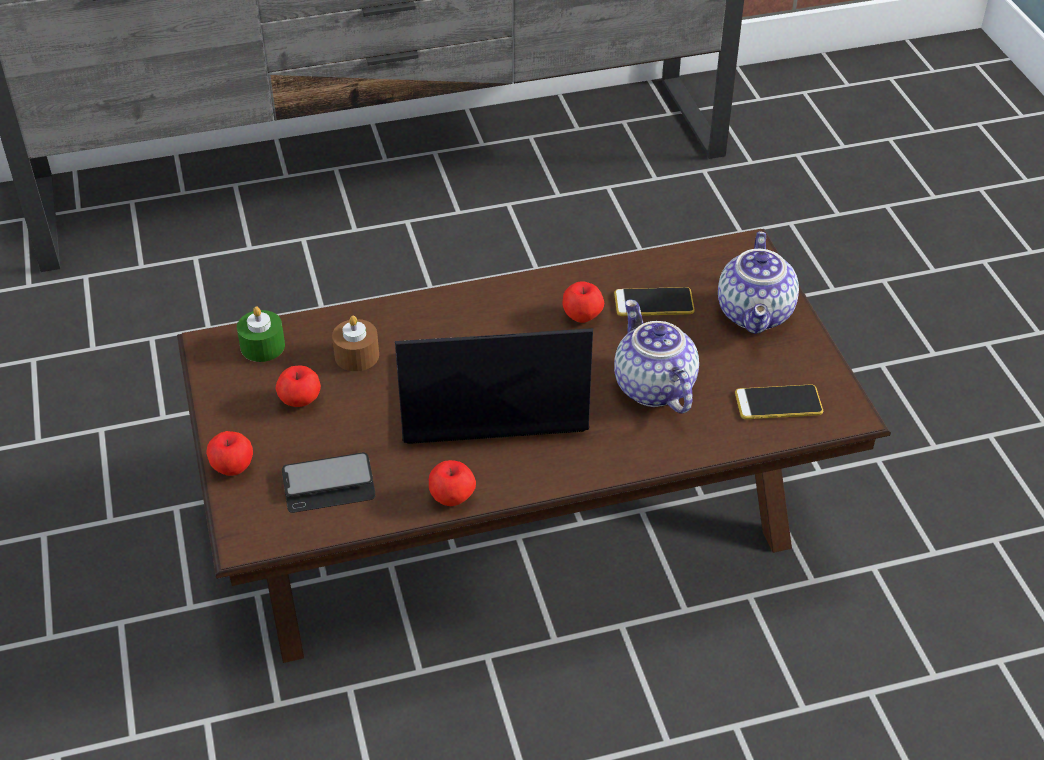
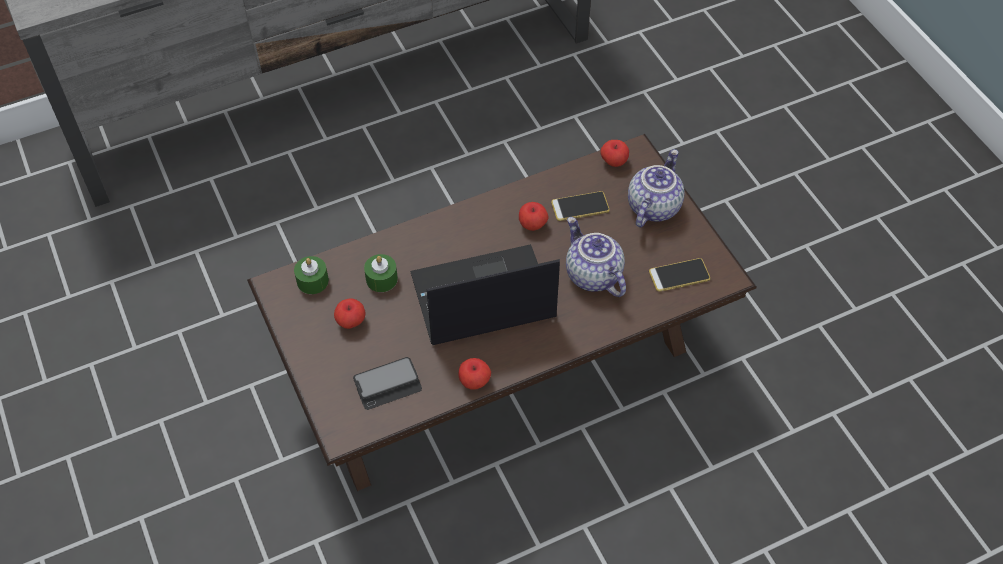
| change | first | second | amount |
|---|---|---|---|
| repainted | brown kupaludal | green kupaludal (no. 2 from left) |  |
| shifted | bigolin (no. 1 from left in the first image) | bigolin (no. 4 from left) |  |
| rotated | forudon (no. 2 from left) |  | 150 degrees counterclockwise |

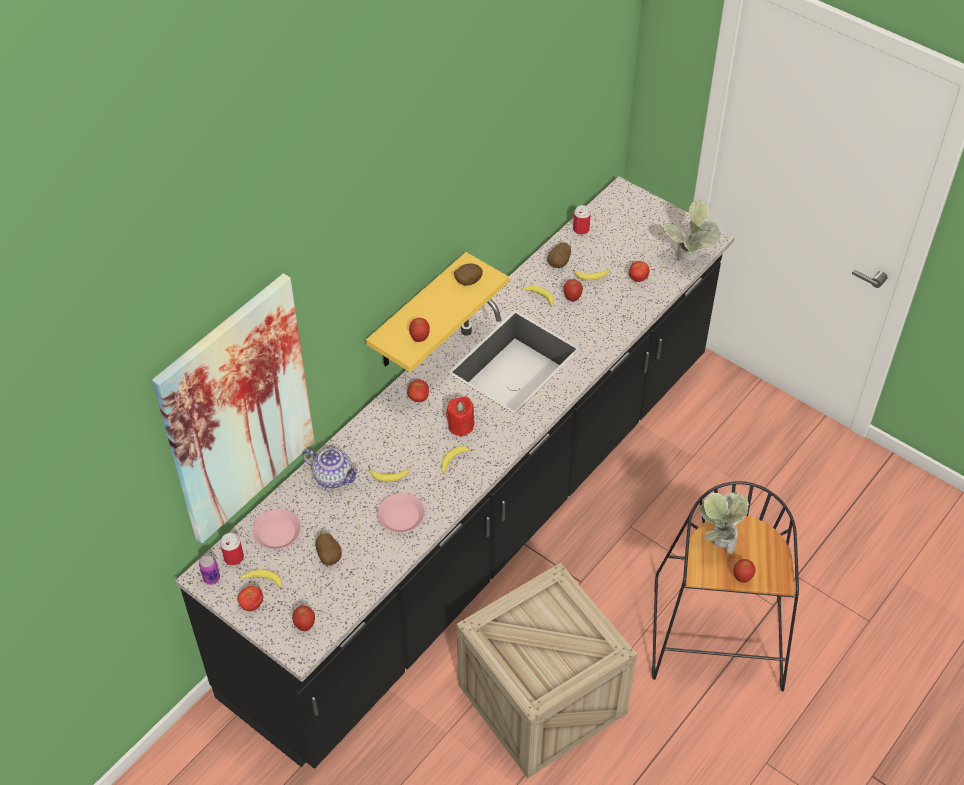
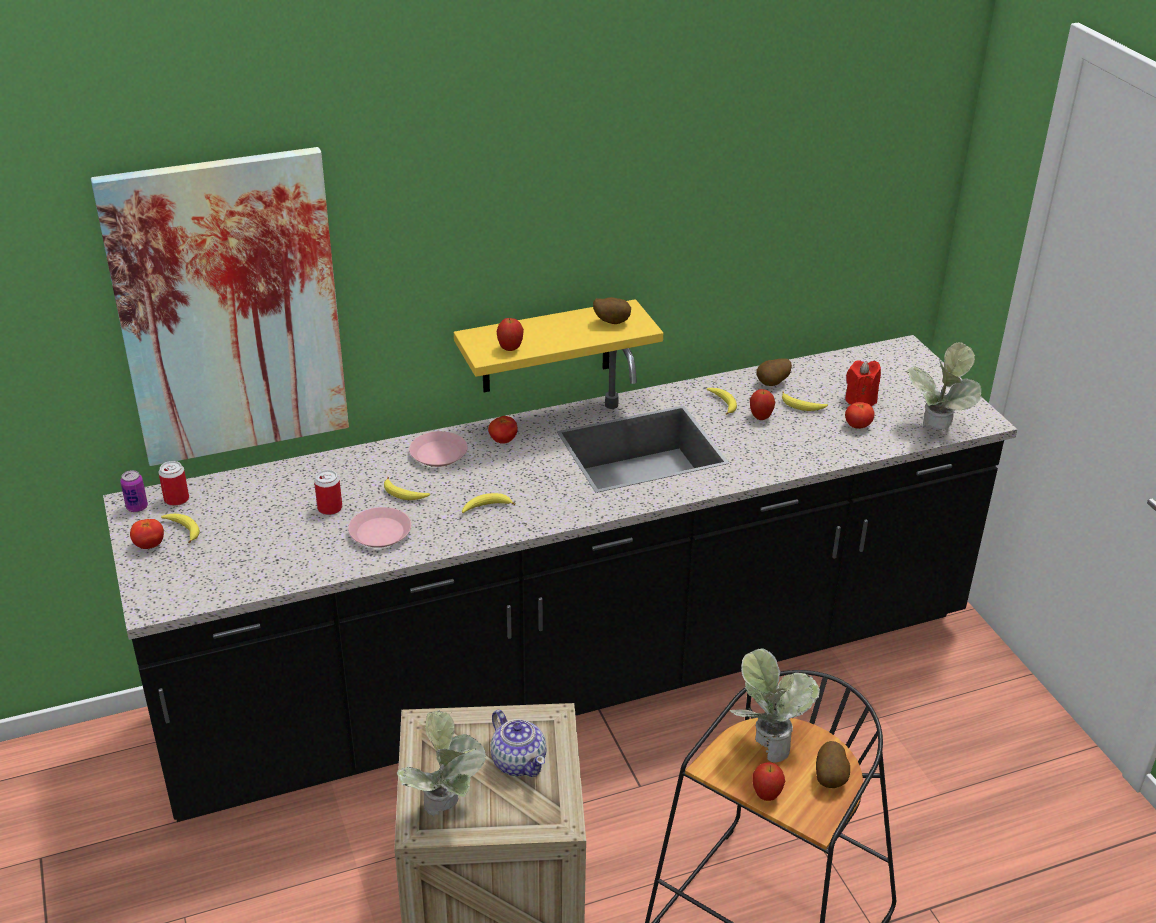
| change | first | second | amount |
|---|---|---|---|
| shifted | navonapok (no. 3 from left) |  |  |
| new |  | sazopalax (no. 1 from left) |  |
| shifted | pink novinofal (no. 1 from left in the first image) | pink novinofal (no. 2 from left) |  |
| shifted | forudon |  |  |
| shifted | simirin (no. 1 from left in the first image) | simirin (no. 3 from left) |  |
| shifted | red kupaludal |  |  |
| gone | bigolin (no. 1 from left) |  |  |

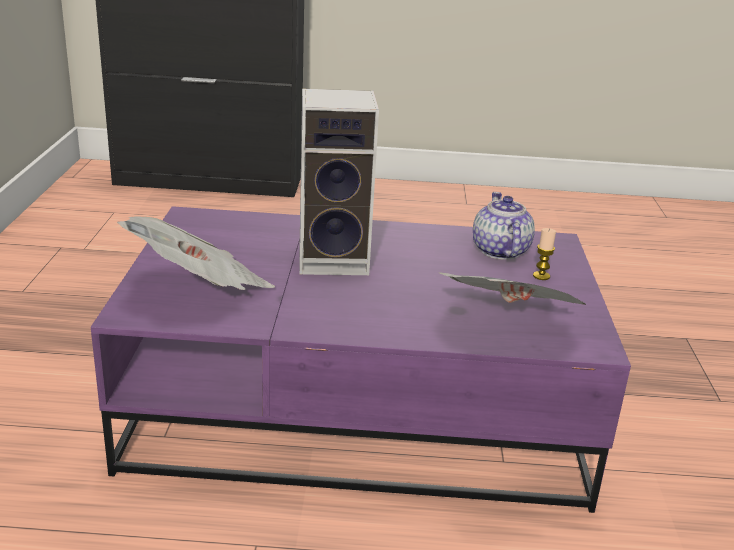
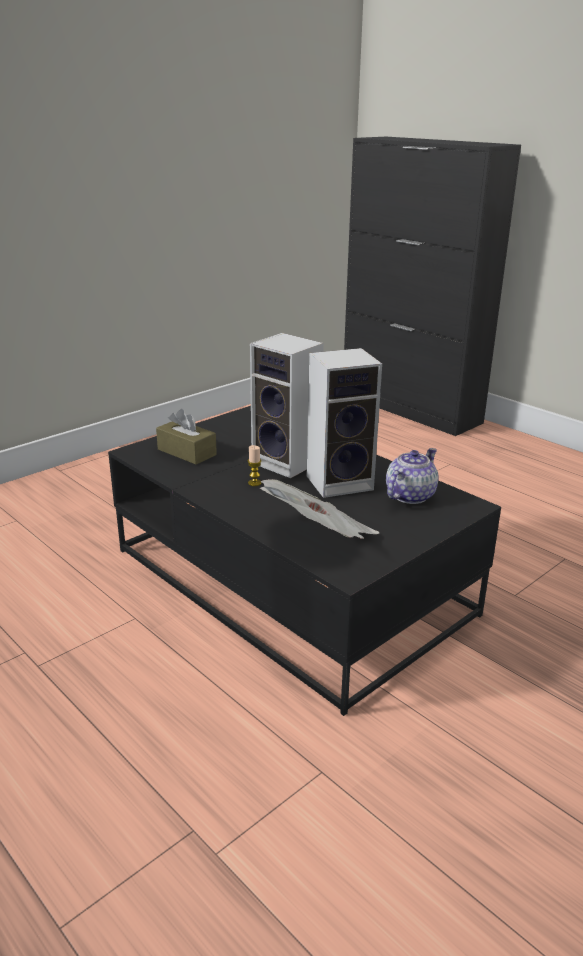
| change | first | second | amount |
|---|---|---|---|
| repainted | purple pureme | black pureme |  |
| swapped | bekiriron (no. 1 from left) | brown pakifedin |  |
| shifted | kupaludal |  |  |
| new |  | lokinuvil (no. 2 from left) |  |

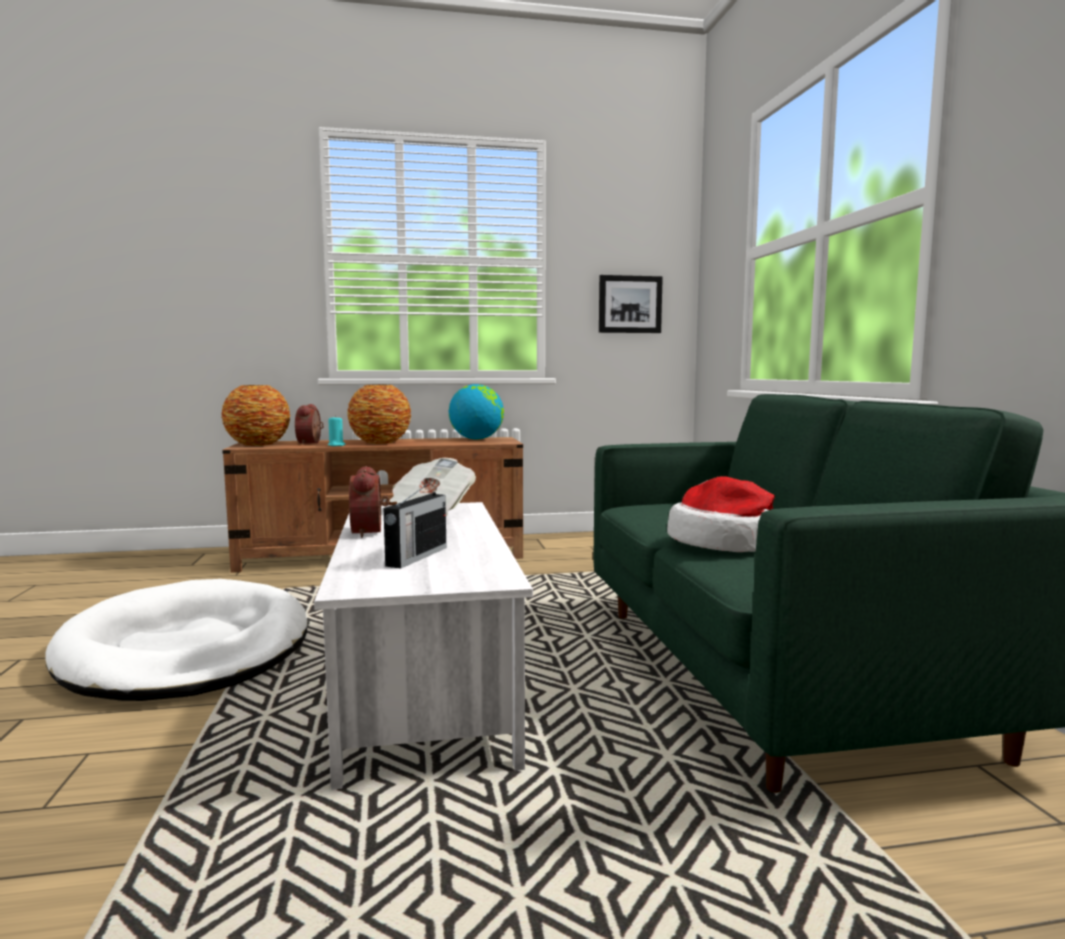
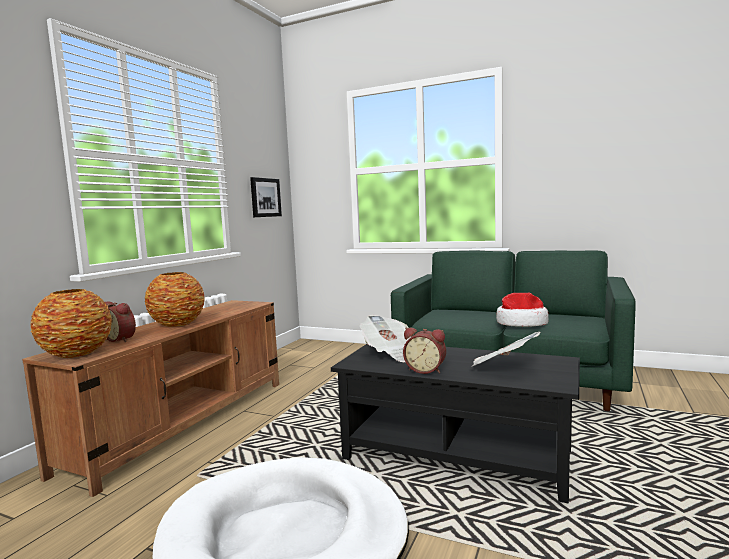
| change | first | second | amount |
|---|---|---|---|
| repainted | white pureme | black pureme |  |
| swapped | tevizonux | bekiriron (no. 2 from left) |  |
| gone | turquoise kupaludal |  |  |
| gone | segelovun |  |  |

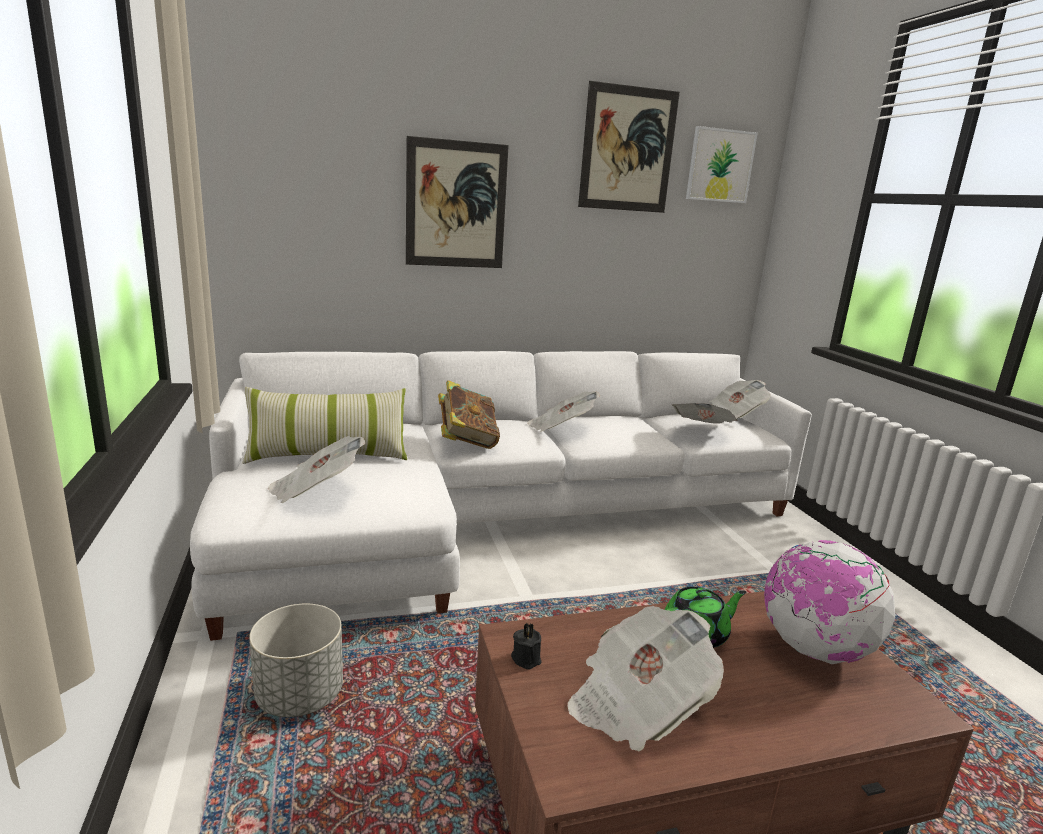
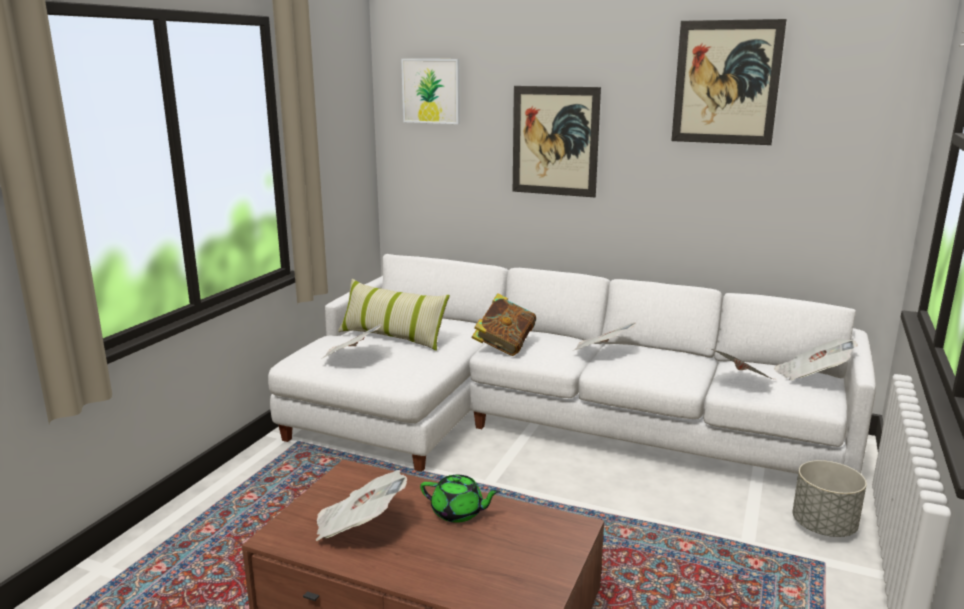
| change | first | second | amount |
|---|---|---|---|
| shifted | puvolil (no. 3 from left in the first image) | puvolil (no. 1 from left) |  |
| shifted | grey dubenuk |  |  |
| gone | black kupaludal |  |  |
| gone | segelovun |  |  |

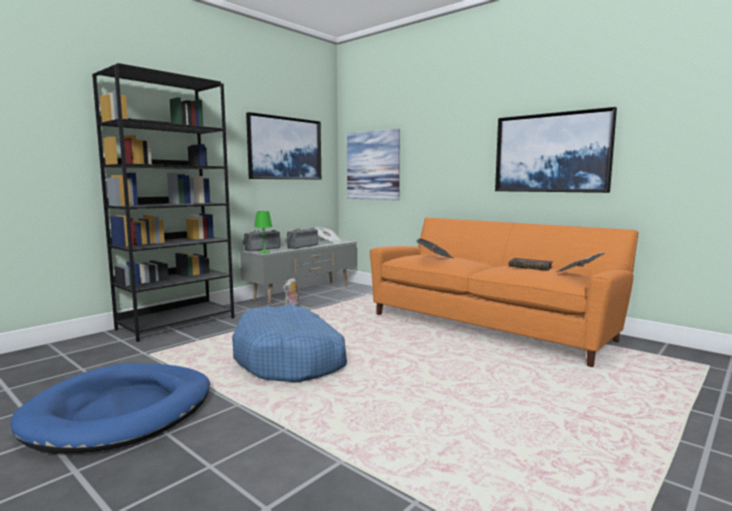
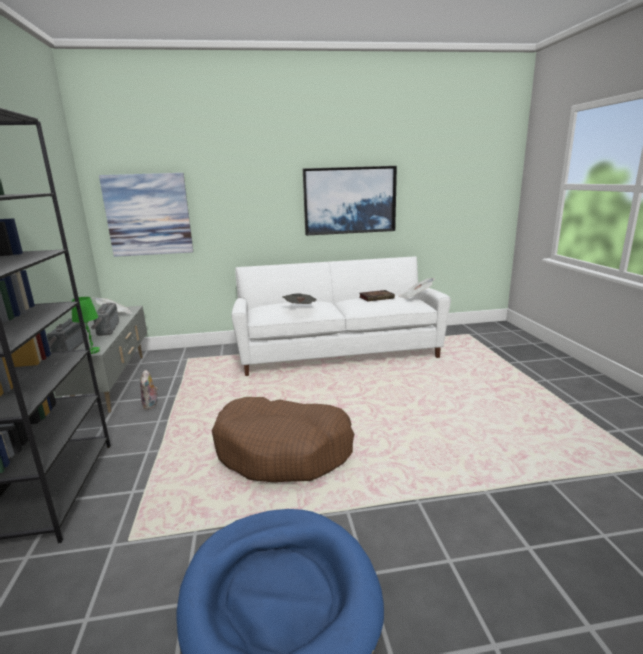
| change | first | second | amount |
|---|---|---|---|
| repainted | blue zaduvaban (no. 2 from left) | brown zaduvaban |  |
| repainted | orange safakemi | white safakemi |  |
| gone | puvolil (no. 1 from left) |  |  |

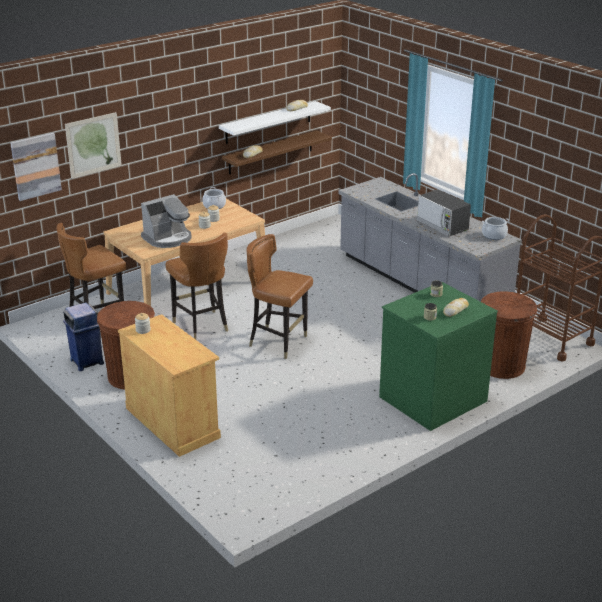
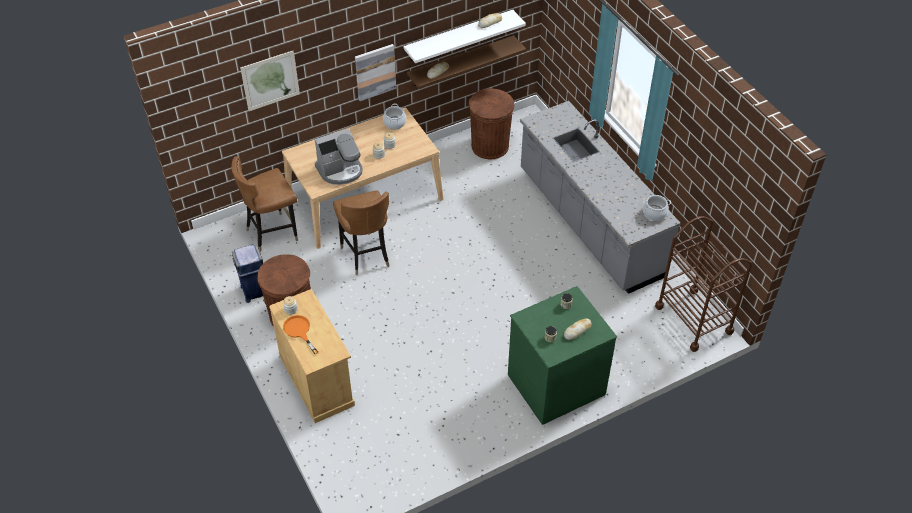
| change | first | second | amount |
|---|---|---|---|
| new |  | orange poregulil |  |
| shifted | puvolil (no. 1 from left in the first image) | puvolil (no. 2 from left) |  |
| shifted | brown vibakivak (no. 2 from left) |  |  |
| gone | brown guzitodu (no. 3 from left) |  |  |
| gone | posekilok |  |  |

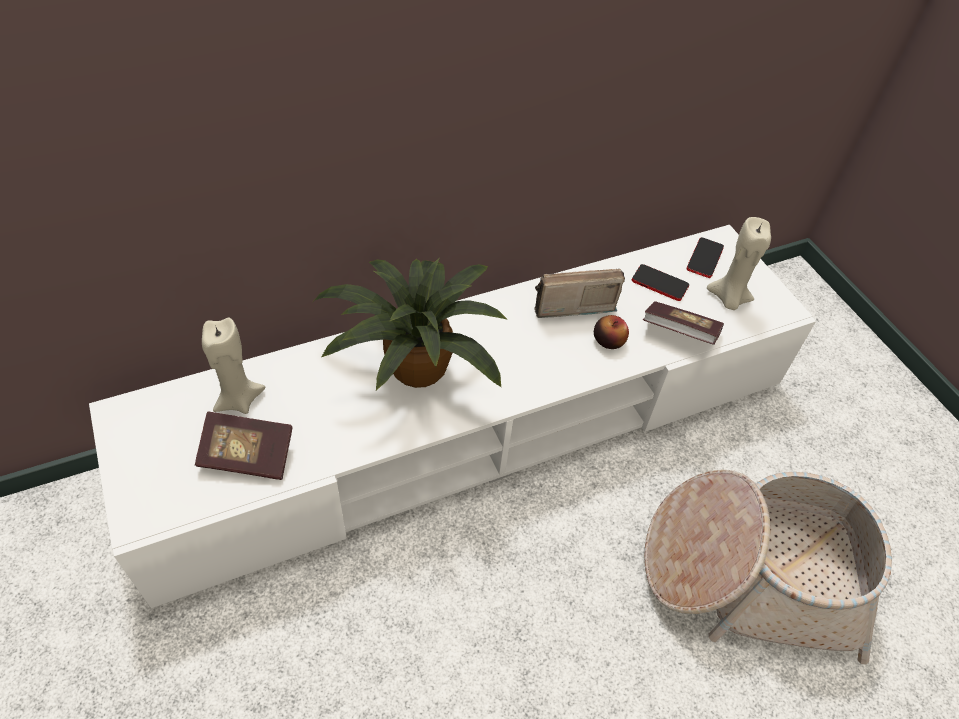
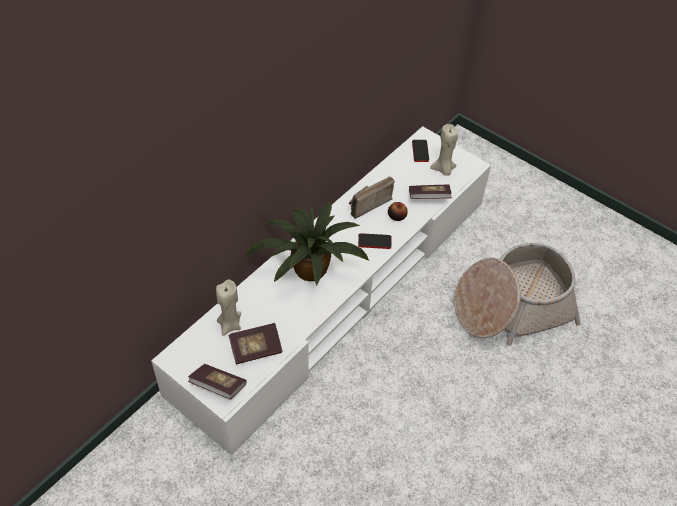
| change | first | second | amount |
|---|---|---|---|
| new |  | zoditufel (no. 1 from left) |  |
| shifted | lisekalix (no. 1 from left) |  |  |

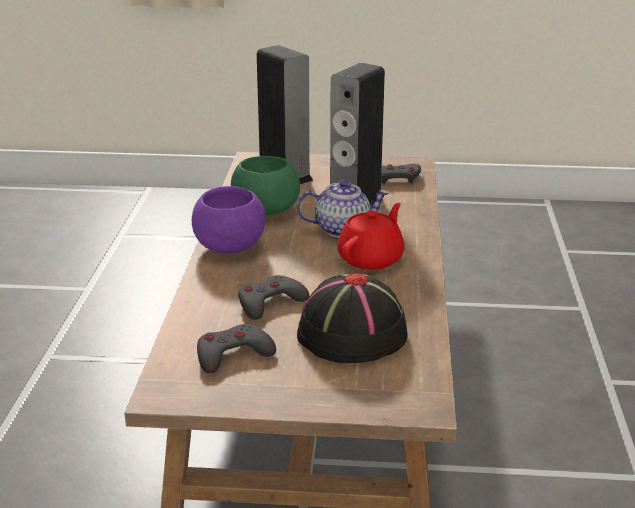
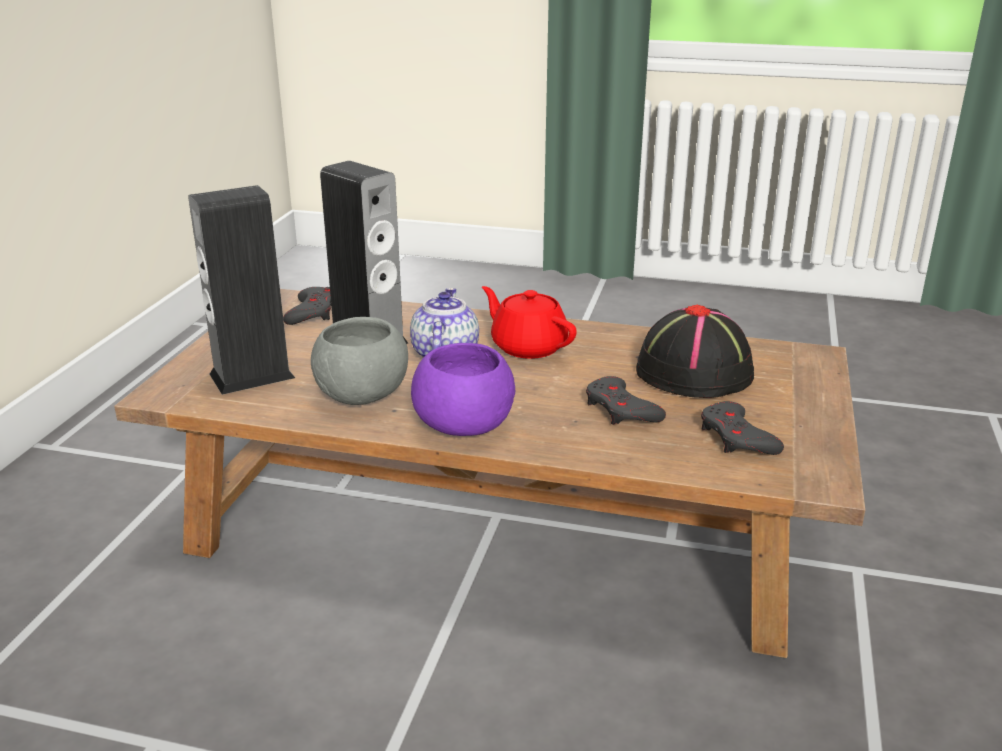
| change | first | second | amount |
|---|---|---|---|
| repainted | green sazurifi | grey sazurifi |  |

